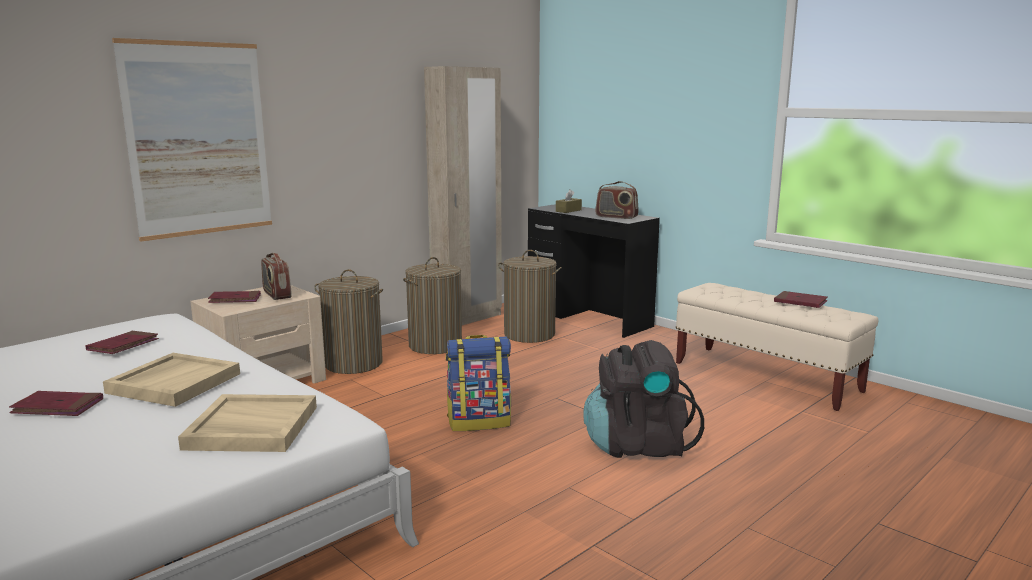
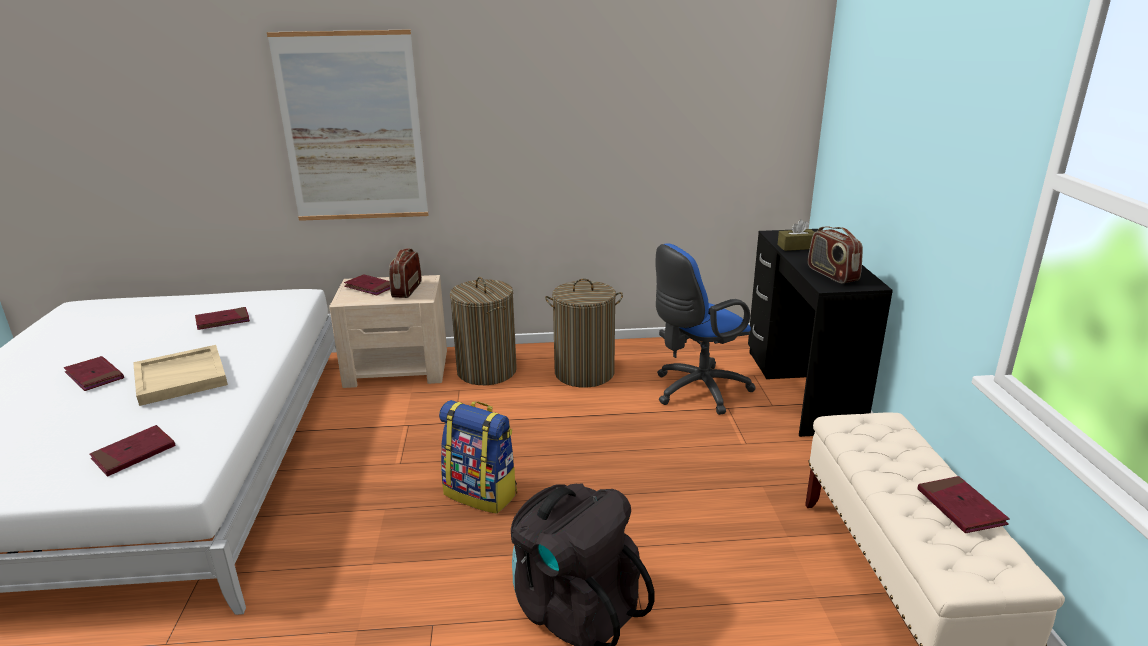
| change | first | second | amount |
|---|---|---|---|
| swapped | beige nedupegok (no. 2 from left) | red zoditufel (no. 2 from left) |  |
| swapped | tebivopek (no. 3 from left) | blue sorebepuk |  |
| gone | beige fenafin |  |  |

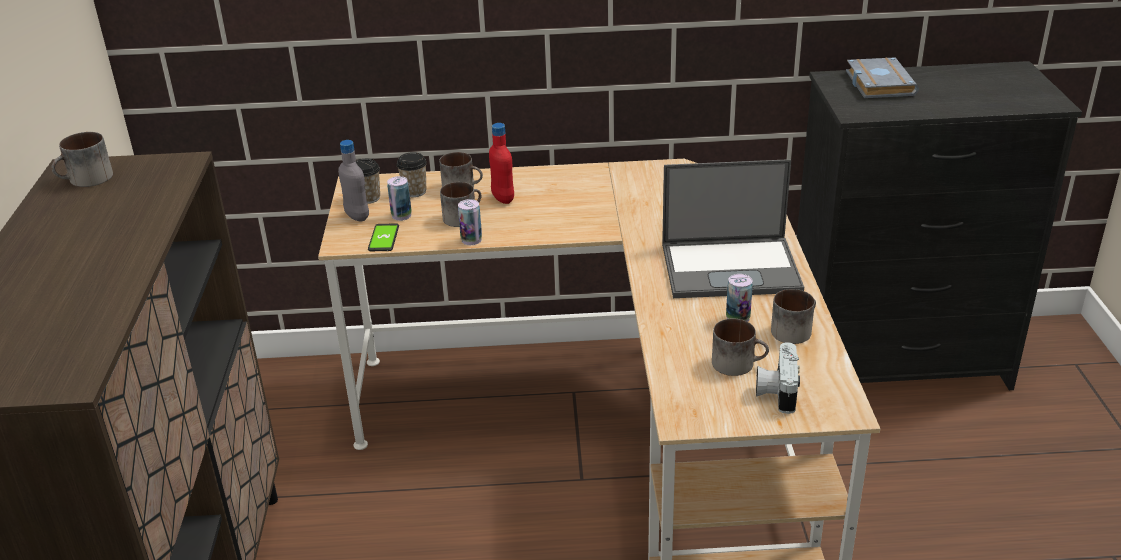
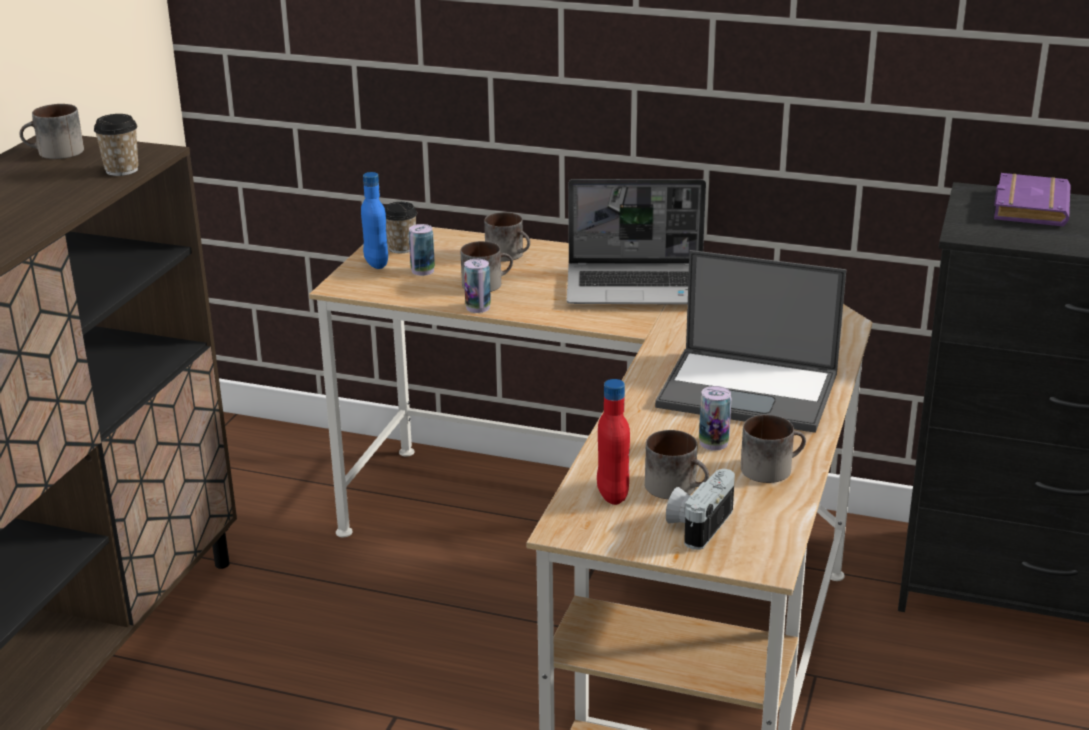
| change | first | second | amount |
|---|---|---|---|
| shifted | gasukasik (no. 2 from left in the first image) | gasukasik (no. 1 from left) |  |
| repainted | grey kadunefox | blue kadunefox |  |
| new |  | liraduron (no. 1 from left) |  |
| shifted | red kadunefox |  |  |
| repainted | grey zoditufel | purple zoditufel |  |
| gone | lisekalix |  |  |

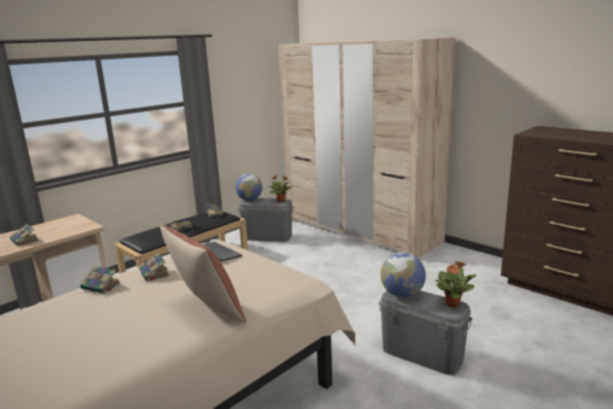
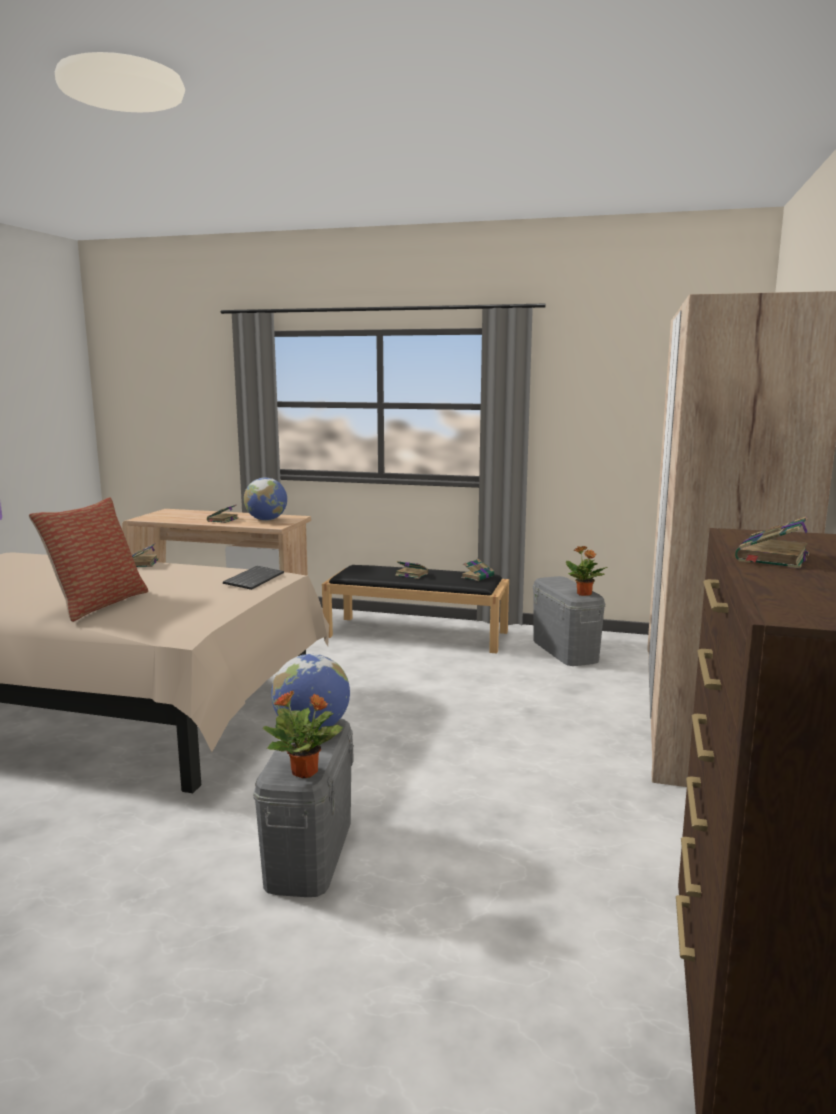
| change | first | second | amount |
|---|---|---|---|
| shifted | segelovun (no. 1 from left) |  |  |
| shifted | zoditufel (no. 3 from left in the first image) | zoditufel (no. 5 from left) |  |

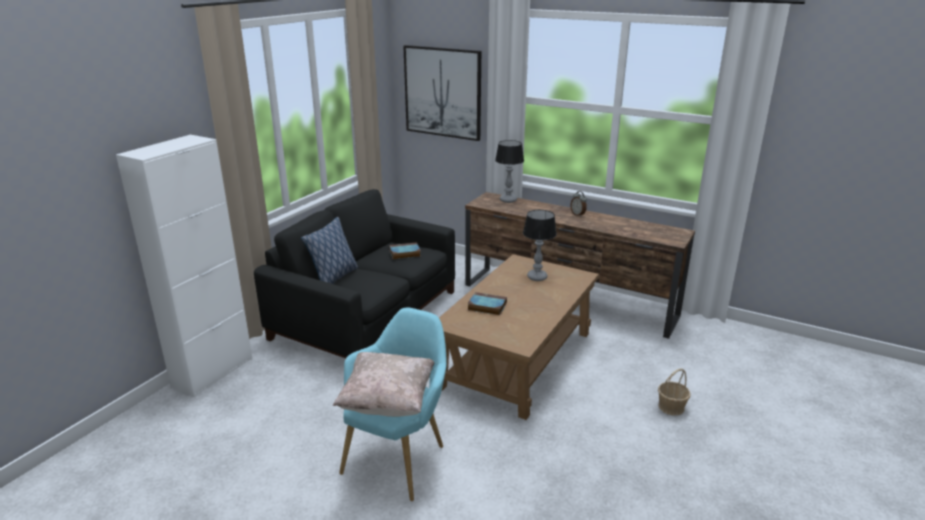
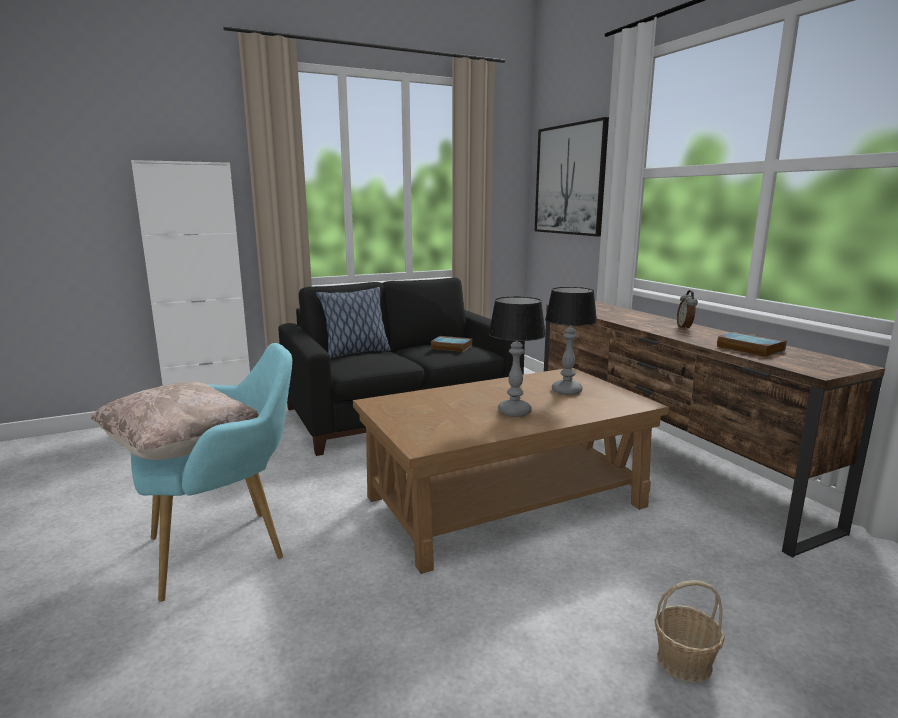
| change | first | second | amount |
|---|---|---|---|
| shifted | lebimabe (no. 1 from left) |  |  |
| shifted | zoditufel (no. 2 from left) |  |  |

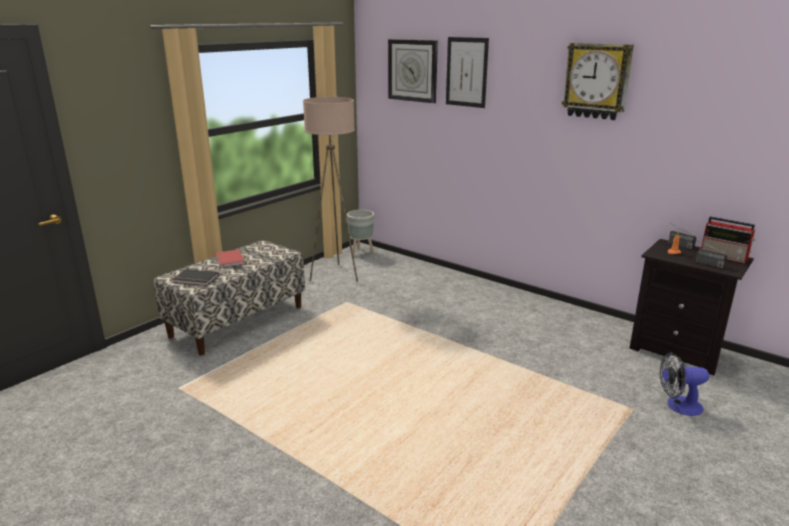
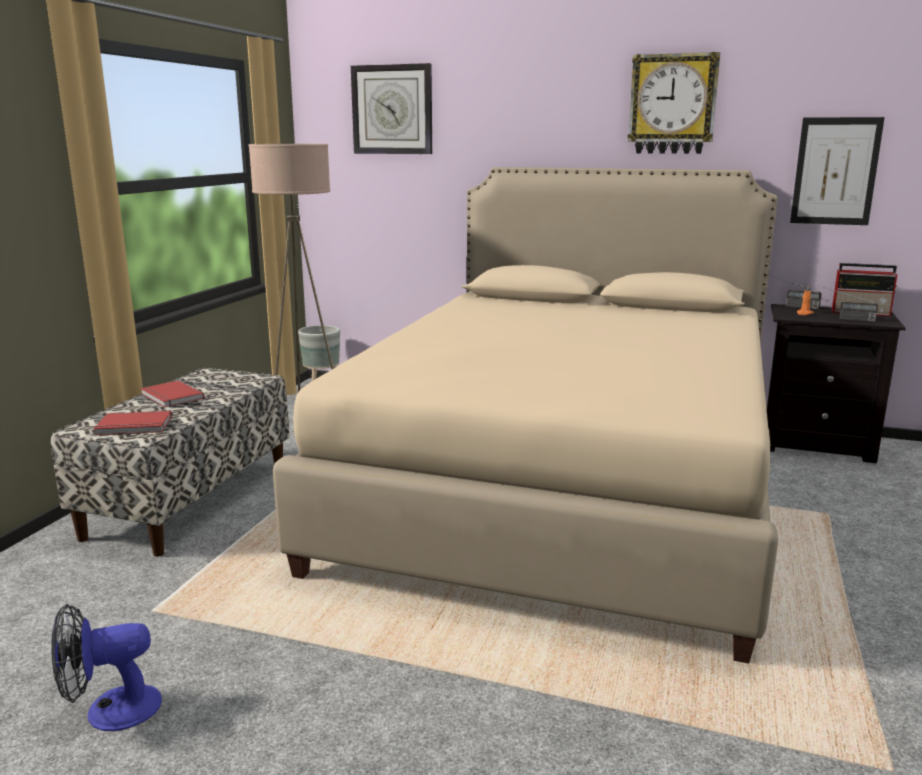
| change | first | second | amount |
|---|---|---|---|
| shifted | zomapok |  |  |
| repainted | black zoditufel | red zoditufel (no. 1 from left) |  |
| new |  | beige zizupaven |  |
| shifted | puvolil |  |  |

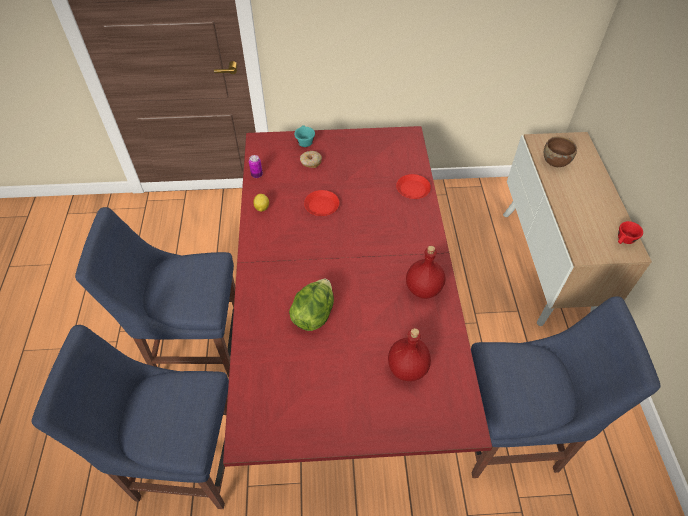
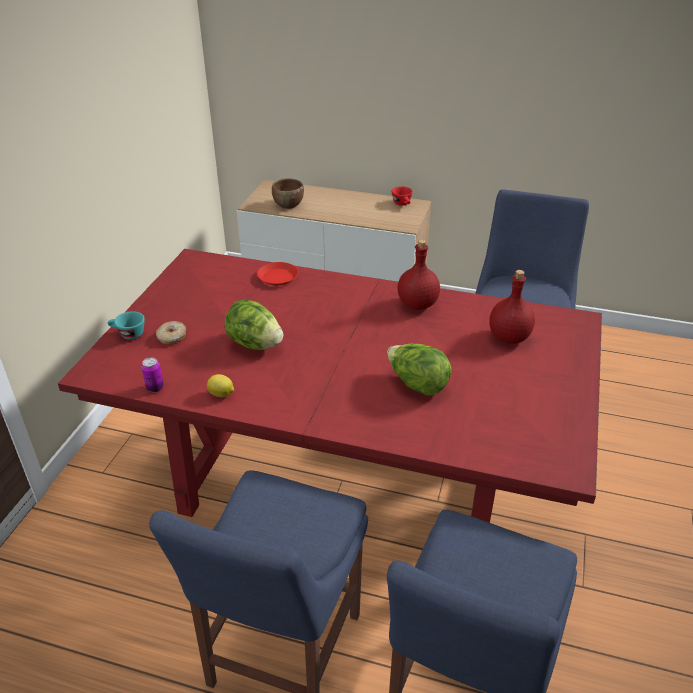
| change | first | second | amount |
|---|---|---|---|
| swapped | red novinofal (no. 1 from left) | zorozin (no. 1 from left) |  |

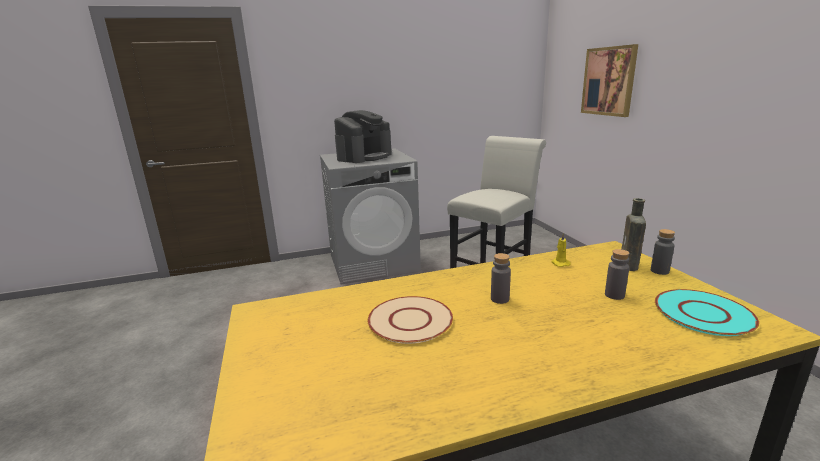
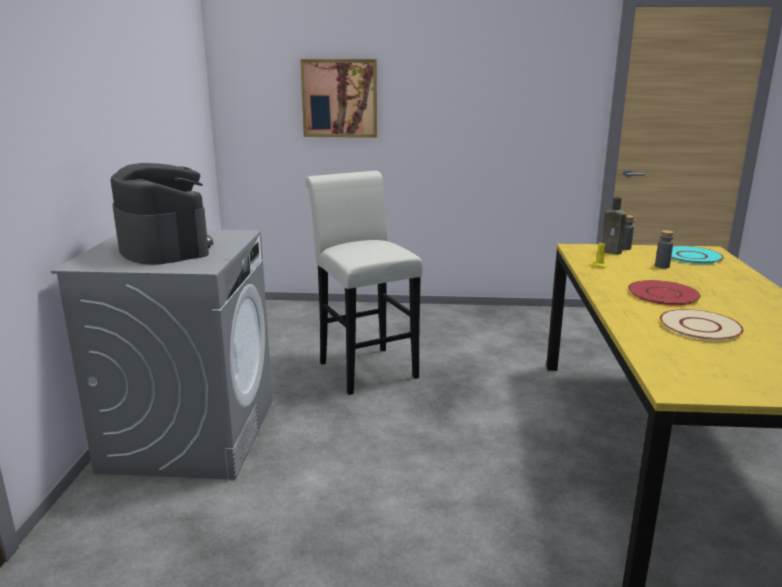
| change | first | second | amount |
|---|---|---|---|
| swapped | grey kadunefox (no. 1 from left) | red novinofal |  |

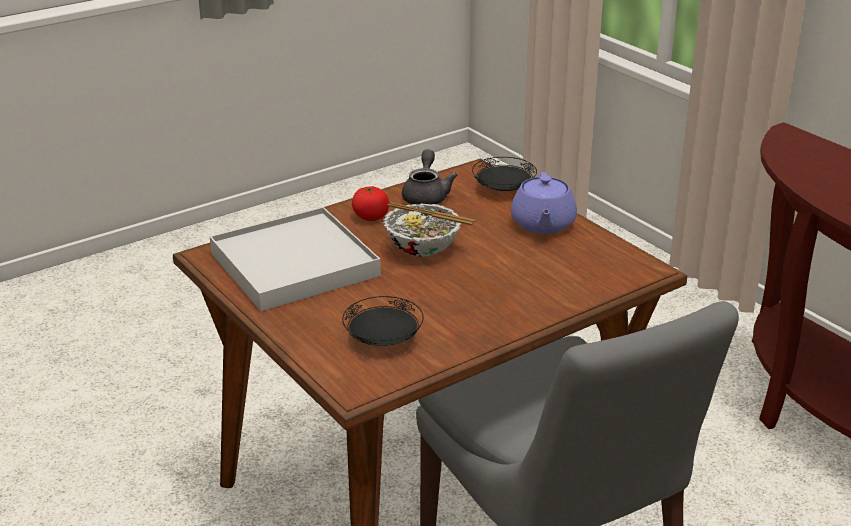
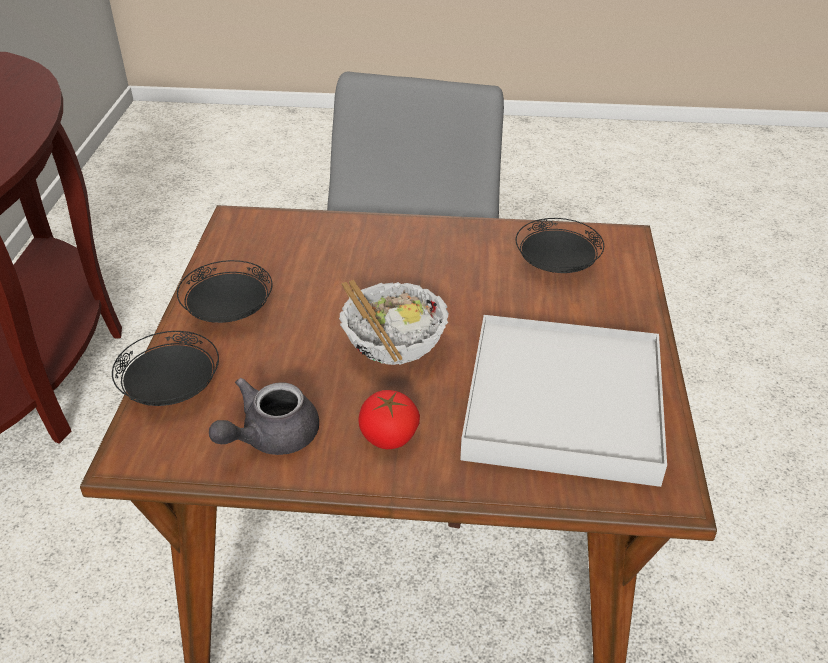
| change | first | second | amount |
|---|---|---|---|
| swapped | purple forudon | black novinofal (no. 2 from left) |  |

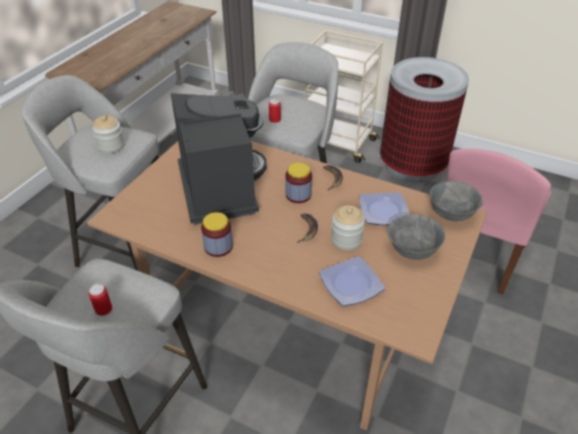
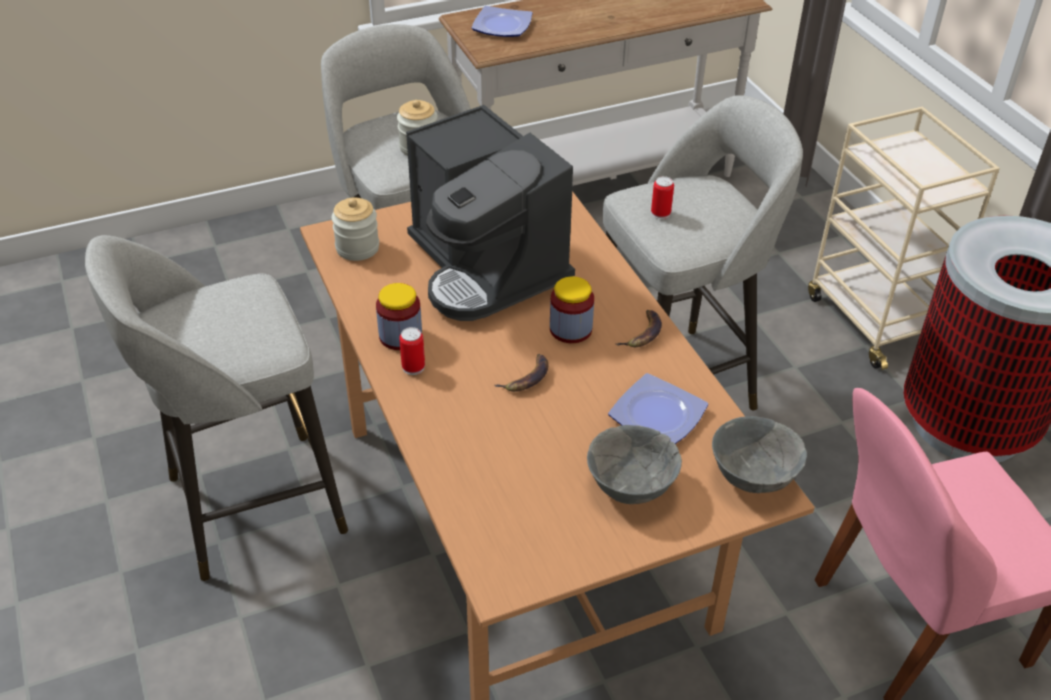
| change | first | second | amount |
|---|---|---|---|
| shifted | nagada (no. 4 from left in the first image) | nagada (no. 1 from left) |  |
| shifted | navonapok (no. 1 from left) |  |  |
| rotated | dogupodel |  | 120 degrees clockwise |
| shifted | novinofal (no. 1 from left) |  |  |

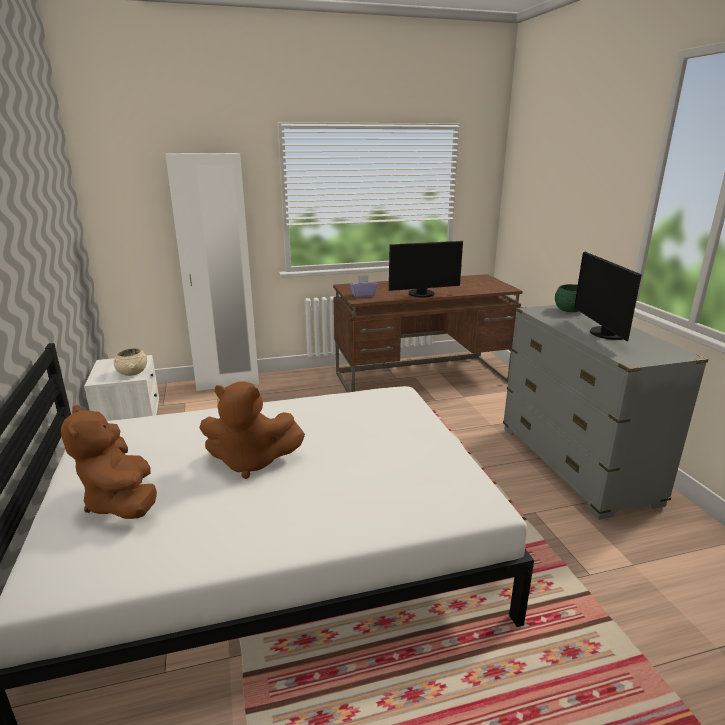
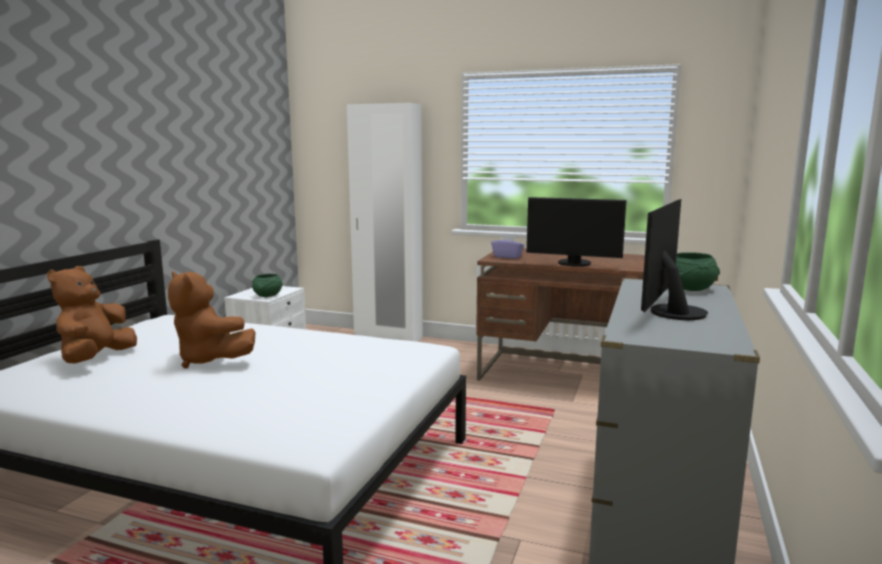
| change | first | second | amount |
|---|---|---|---|
| repainted | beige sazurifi | green sazurifi (no. 1 from left) |  |

